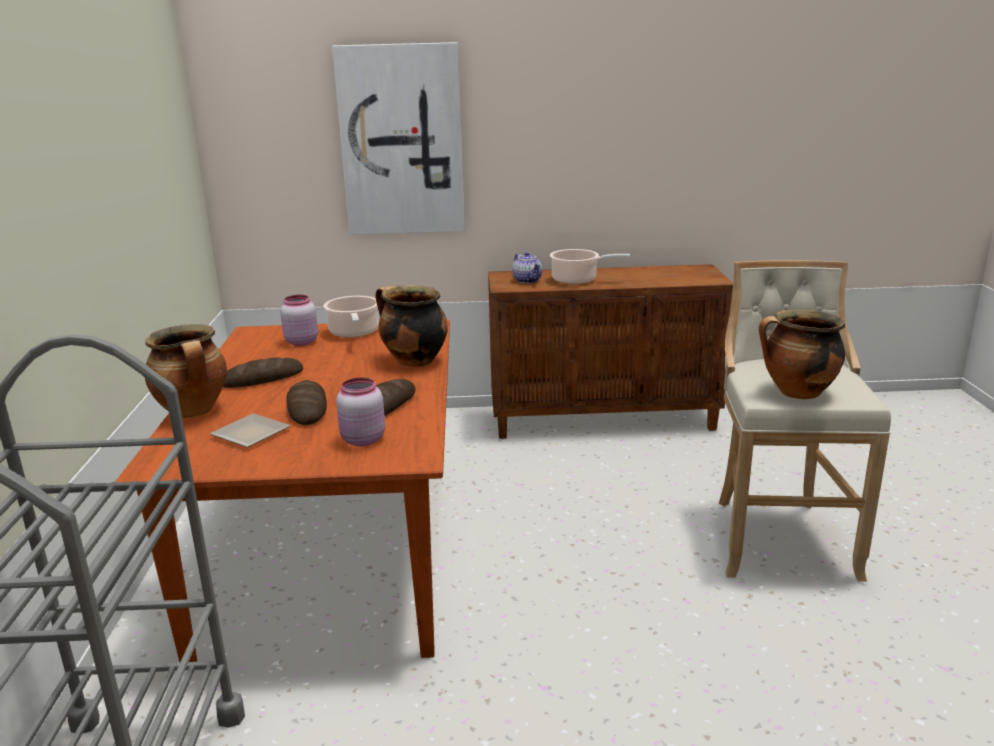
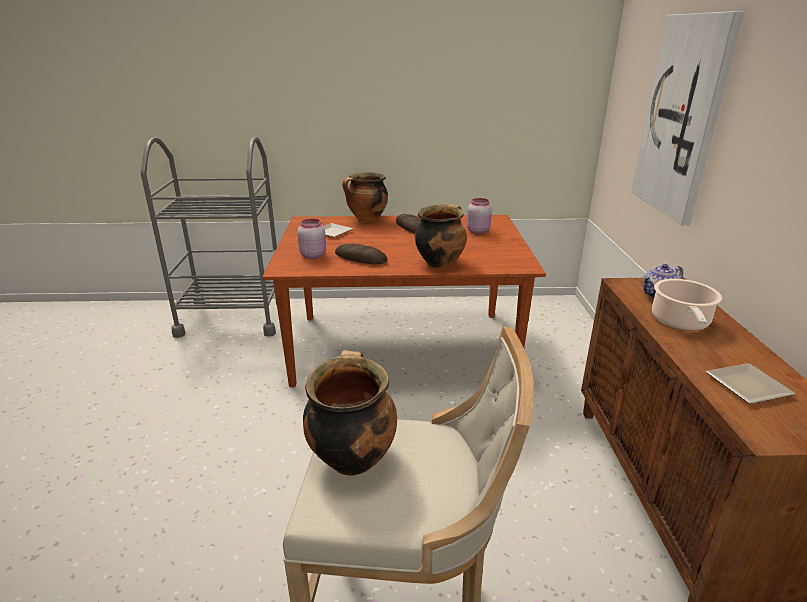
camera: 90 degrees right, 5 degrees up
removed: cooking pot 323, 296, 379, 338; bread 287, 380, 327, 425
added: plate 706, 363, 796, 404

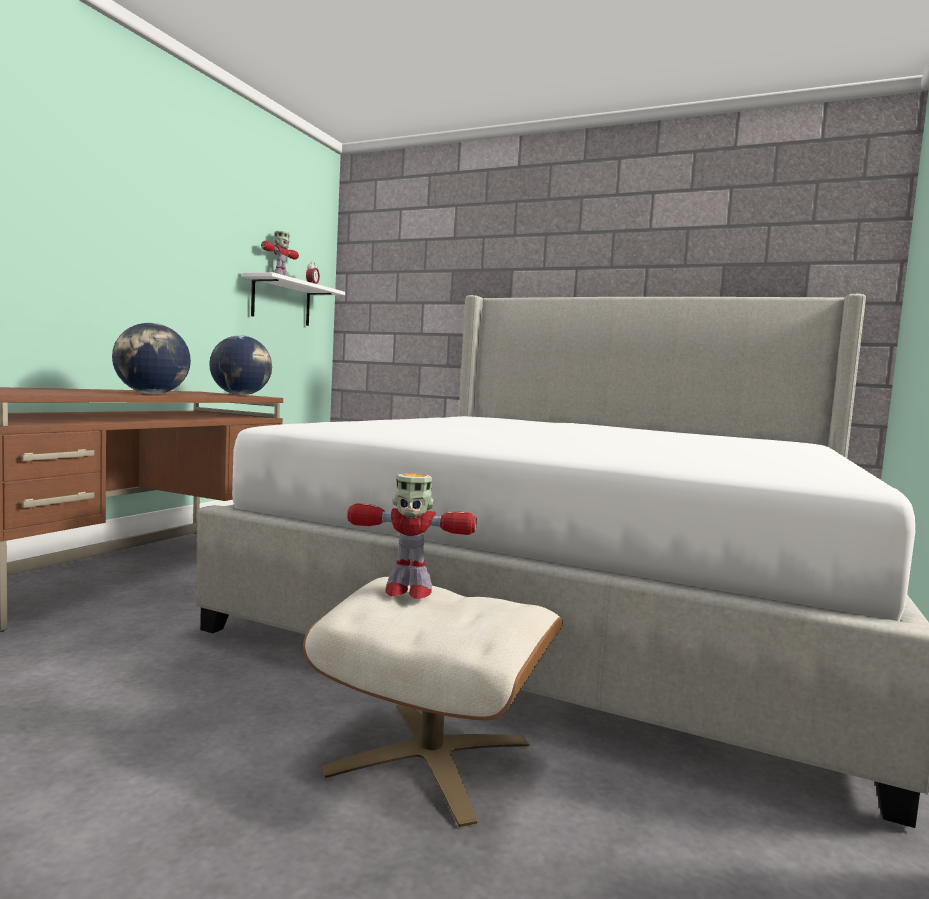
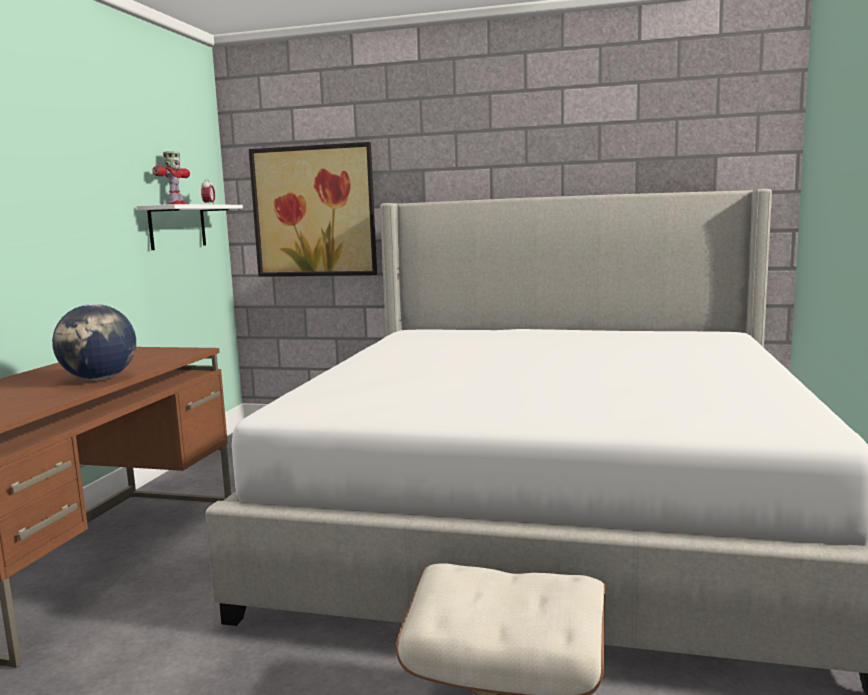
camera: 10 degrees left, 5 degrees up
removed: globe 209, 335, 272, 395; toy robot 347, 473, 477, 599
added: picture 249, 142, 377, 277

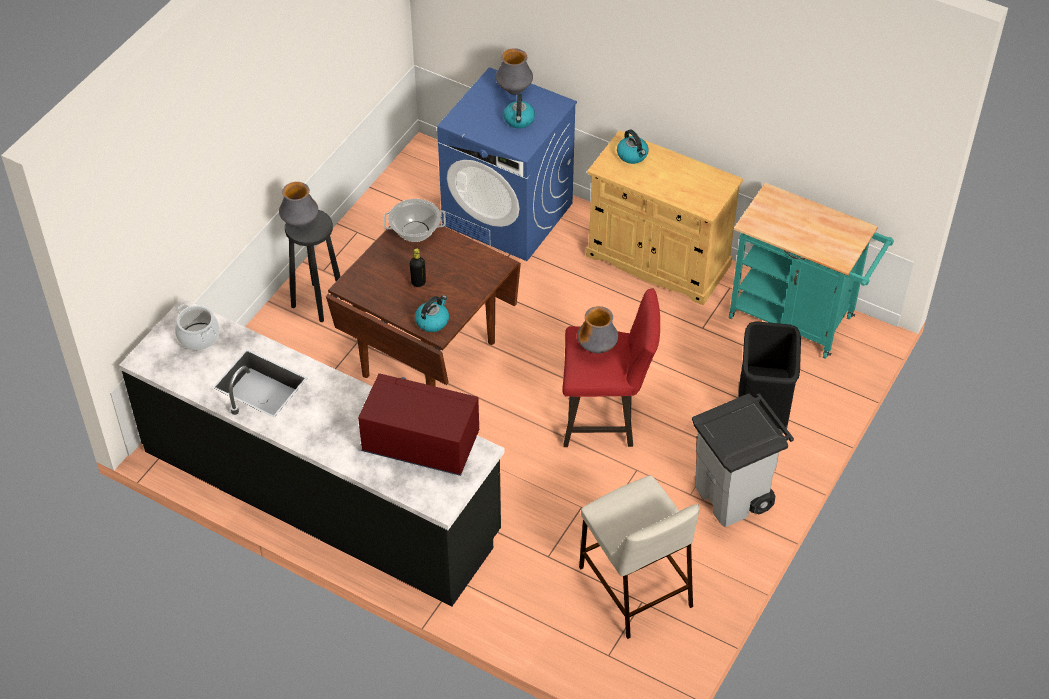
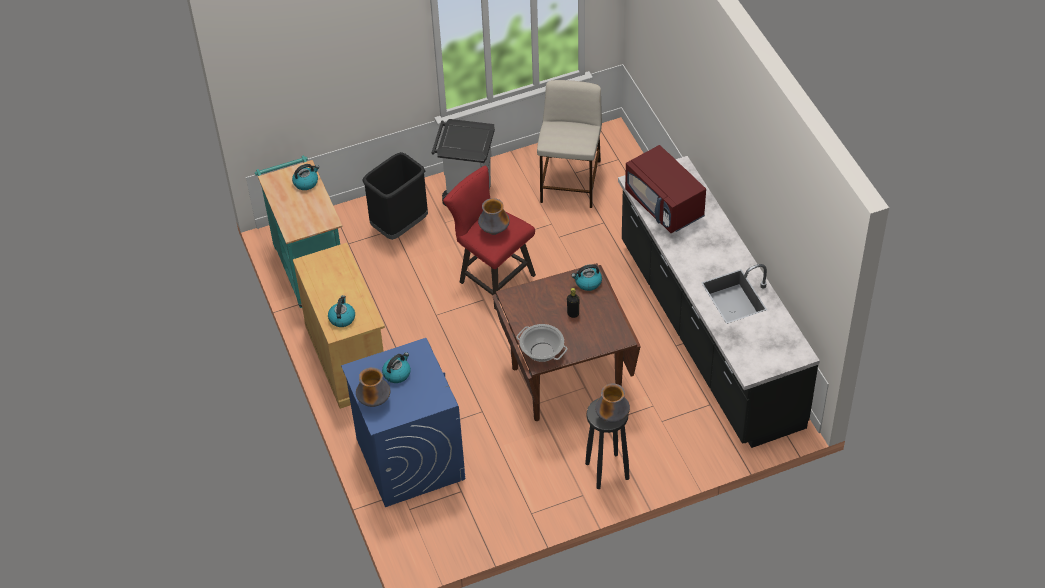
camera: 140 degrees left, 0 degrees up
removed: cooking pot 175, 304, 220, 350
added: kettle 292, 164, 319, 190

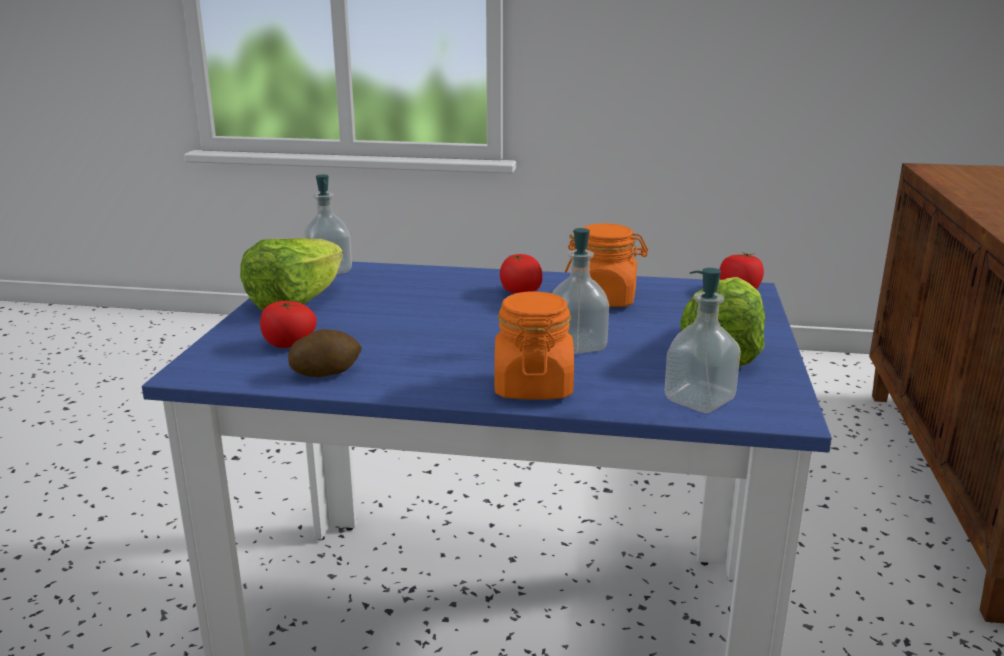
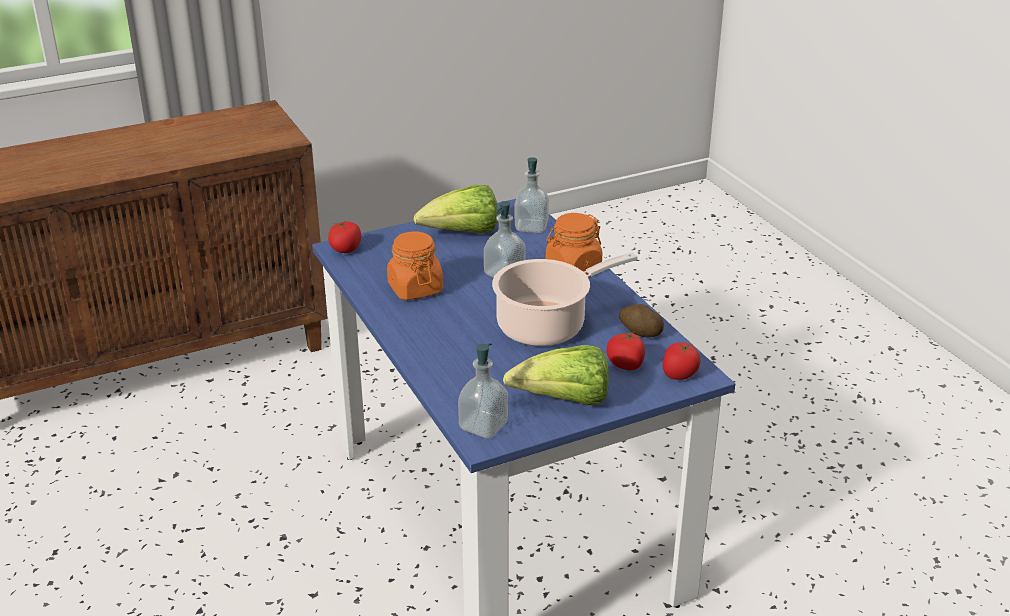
camera: 125 degrees left, 10 degrees up
added: cooking pot 492, 252, 637, 346
moved: tomato 500, 254, 542, 293 to 662, 342, 701, 380

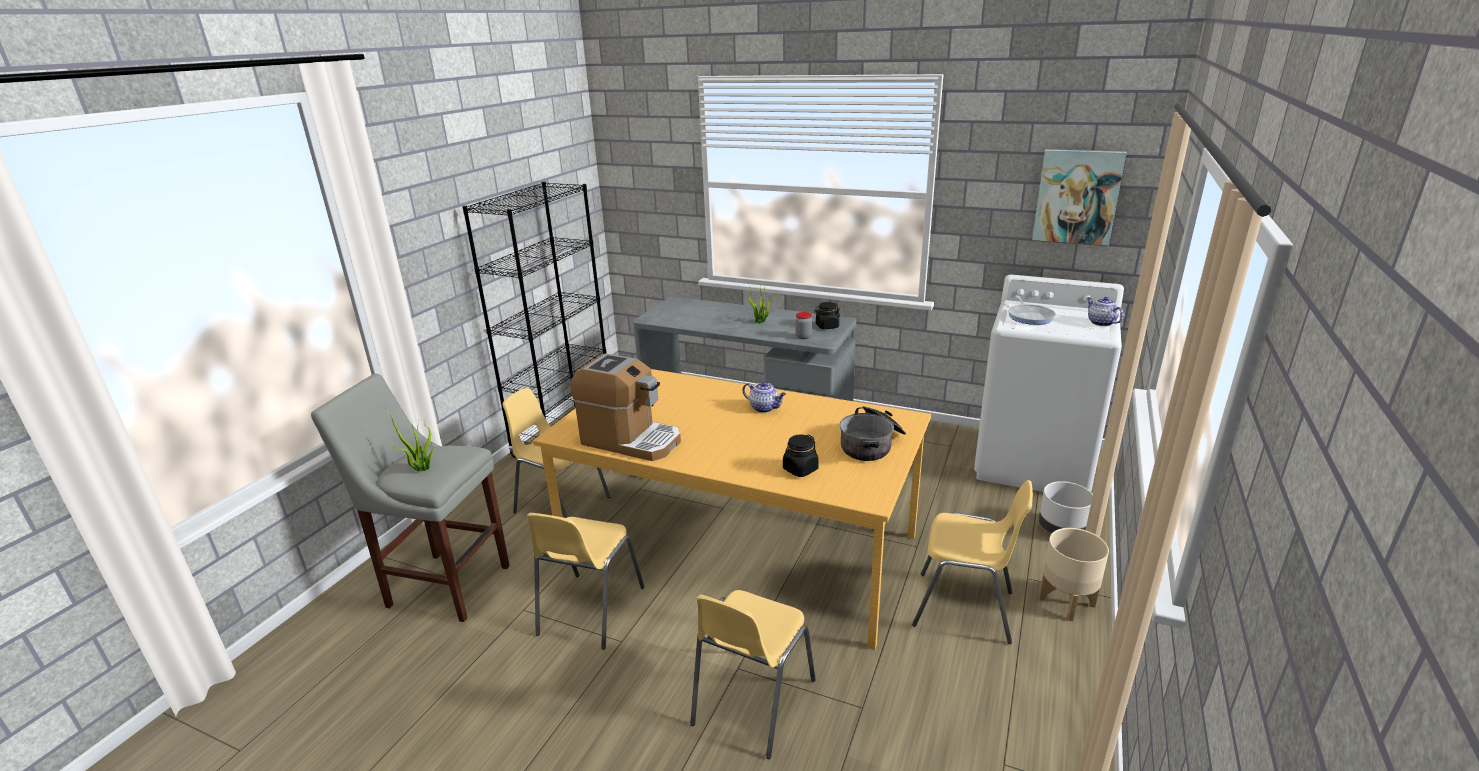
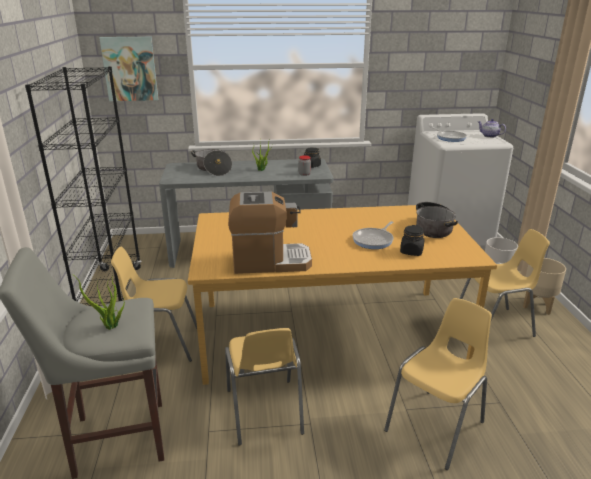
camera: 30 degrees left, 0 degrees up
removed: teapot 743, 382, 786, 413
added: cooking pot 191, 149, 232, 176; frying pan 353, 221, 394, 249
moved: picture 1032, 149, 1126, 246 to 99, 37, 159, 101
turned: yellow chair 690, 590, 816, 759 = 384, 298, 492, 470 135 degrees counterclockwise

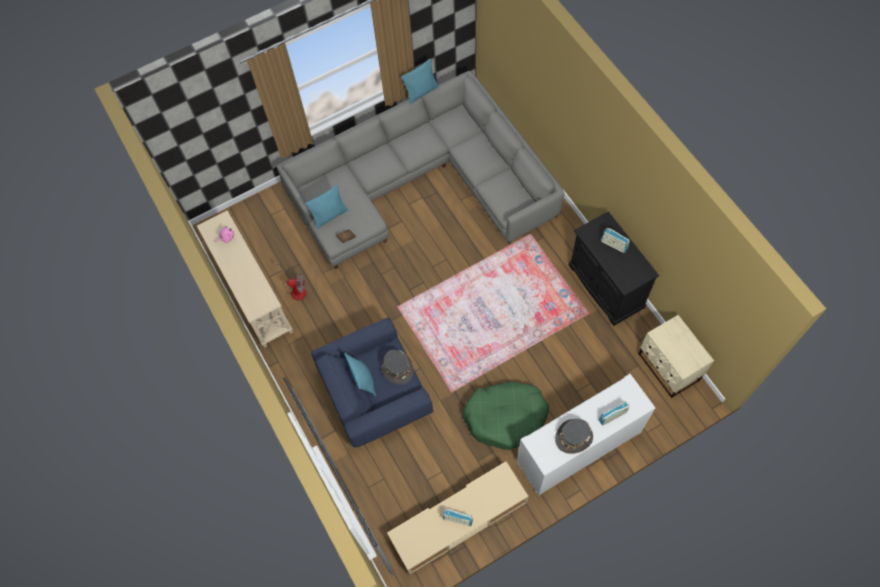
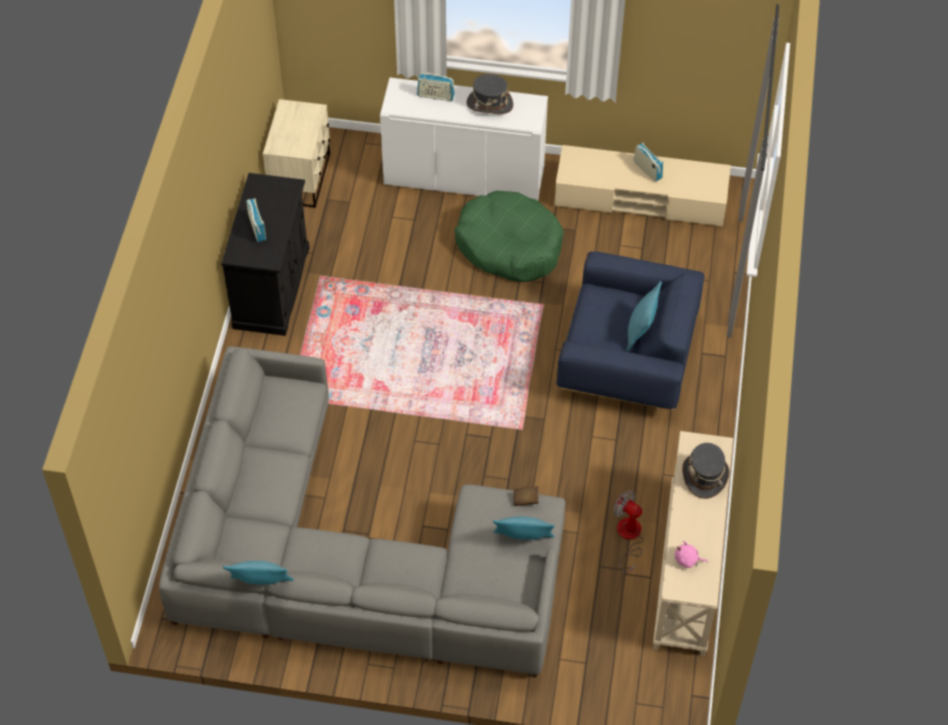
camera: 145 degrees left, 10 degrees down
moved: grey hat 381, 350, 413, 385 to 682, 443, 730, 499

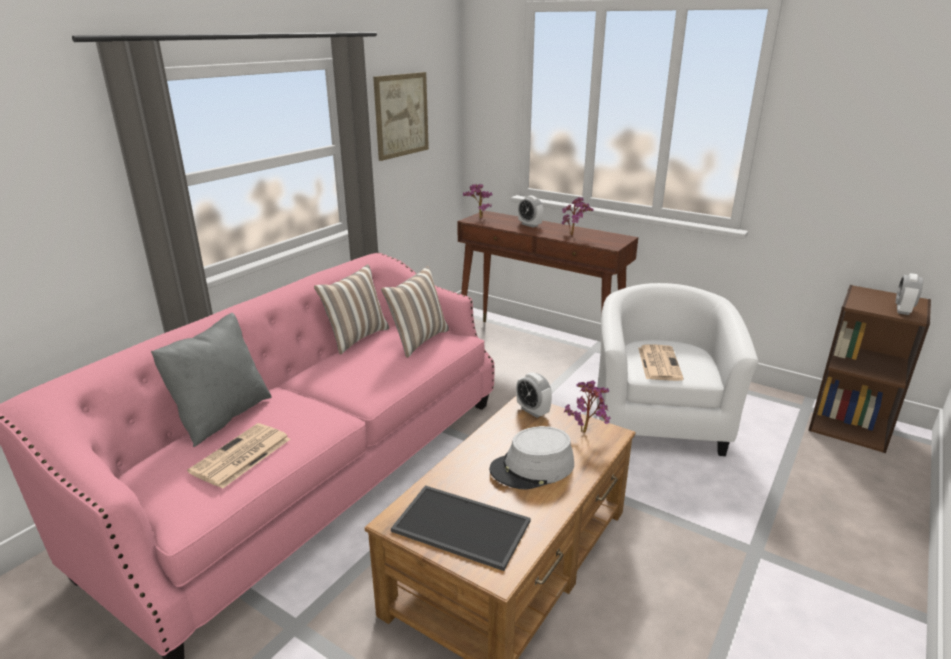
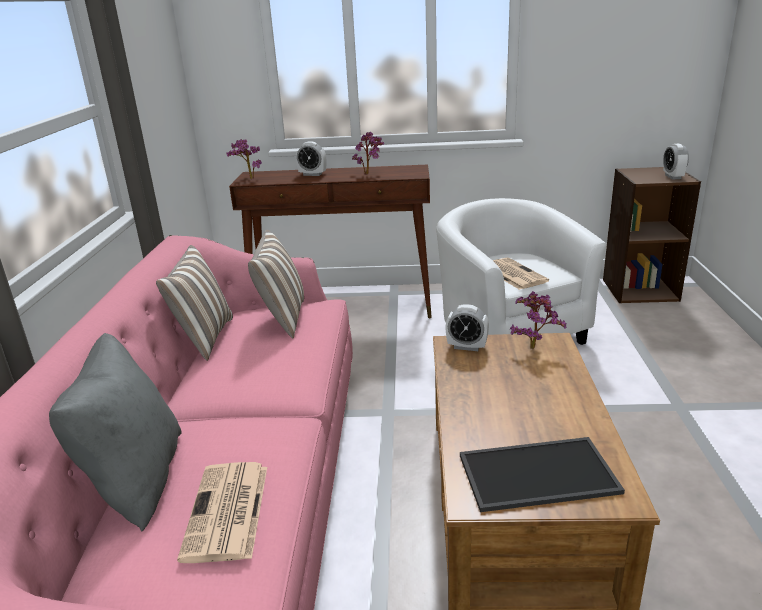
camera: 30 degrees left, 0 degrees up
removed: picture 373, 72, 429, 161; grey hat 489, 426, 574, 490

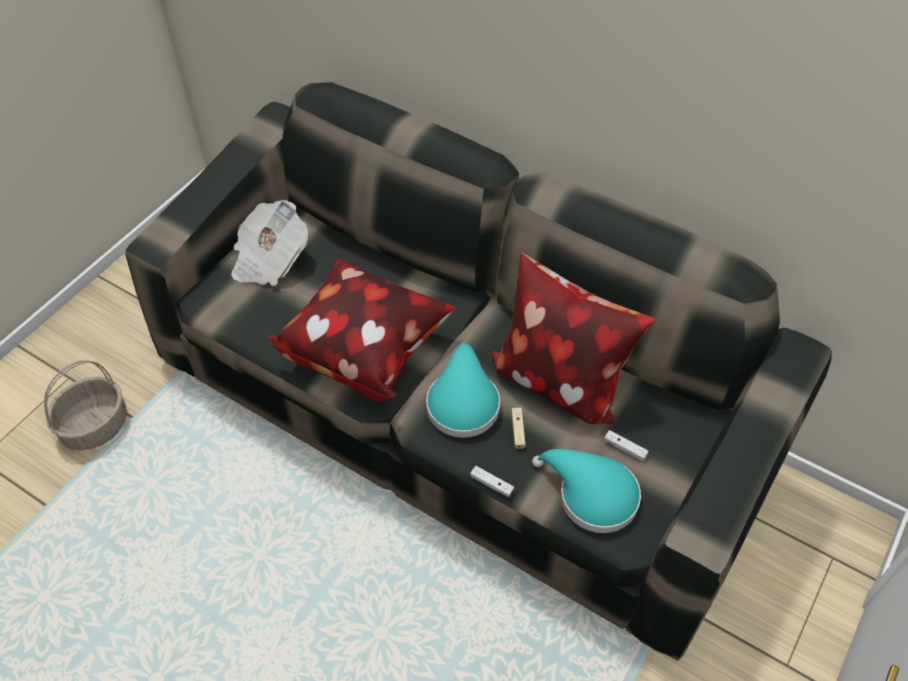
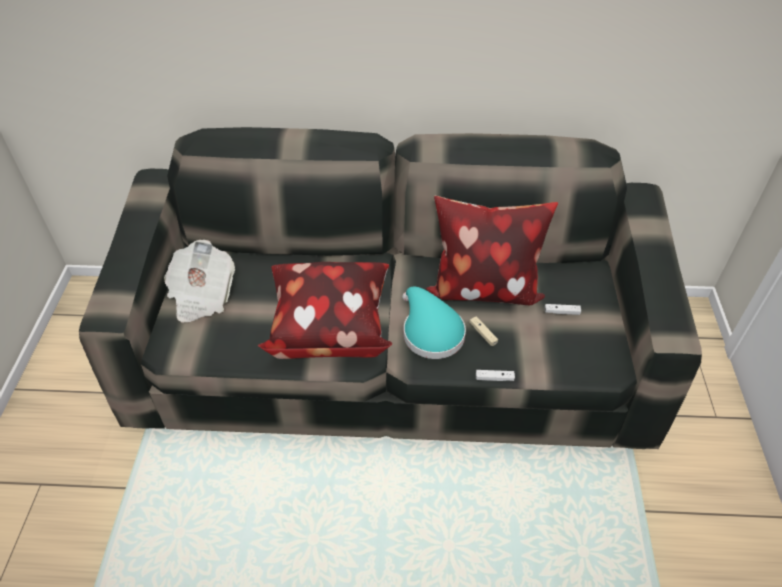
camera: 30 degrees left, 5 degrees down
removed: basket 44, 360, 127, 450; turquoise hat 532, 449, 641, 533

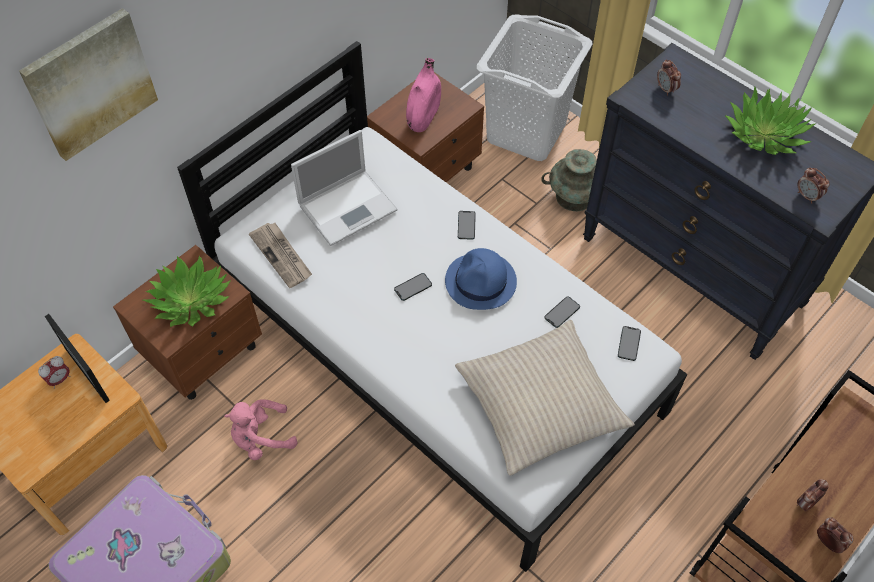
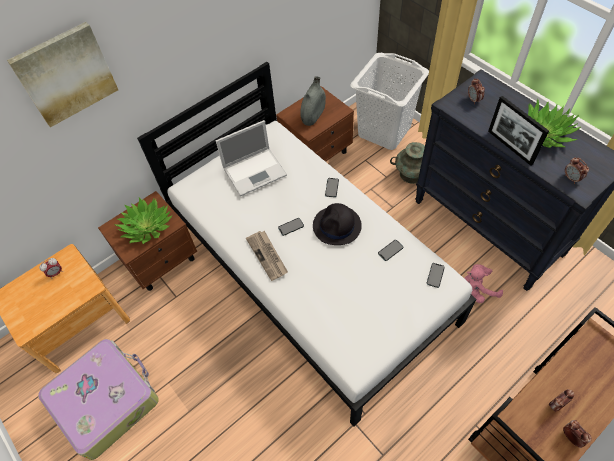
camera: 10 degrees right, 0 degrees up
removed: beige pillow 455, 320, 635, 476
moved: newspaper 249, 223, 312, 288 to 246, 231, 288, 281; picture frame 45, 314, 110, 403 to 488, 96, 549, 166; pink plush toy 224, 399, 298, 460 to 464, 264, 503, 303
recoloured: pink vase 406, 58, 441, 132 to grey vase 300, 76, 326, 126; blue hat 445, 248, 517, 310 to black hat 313, 203, 362, 245

